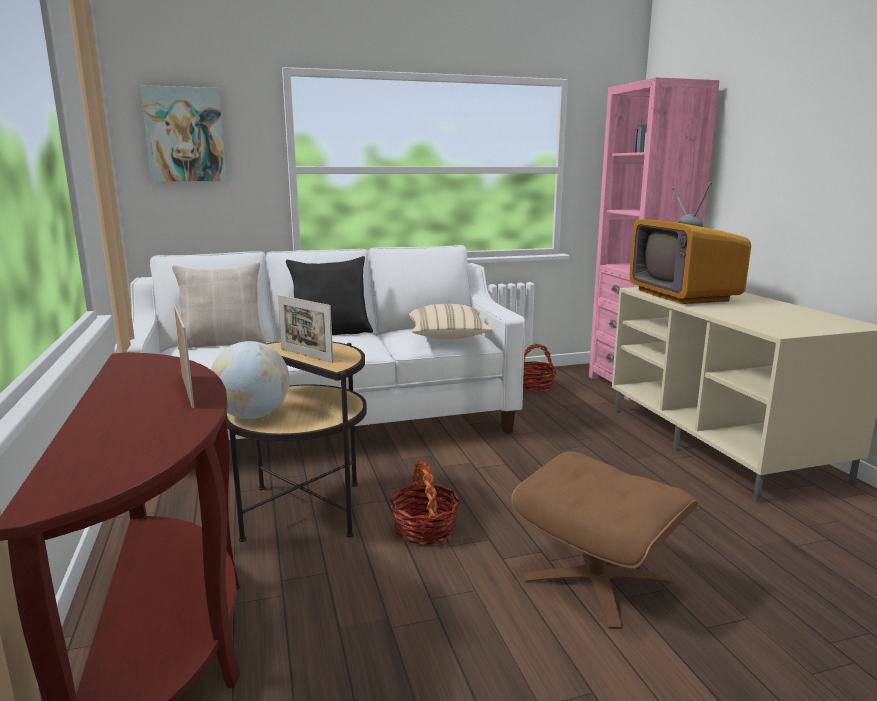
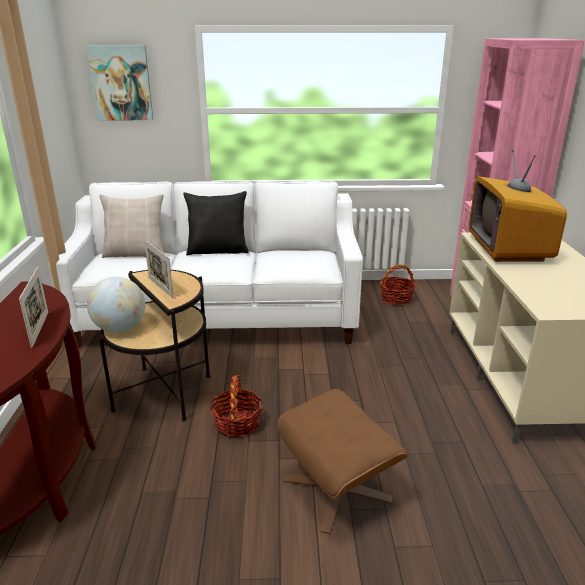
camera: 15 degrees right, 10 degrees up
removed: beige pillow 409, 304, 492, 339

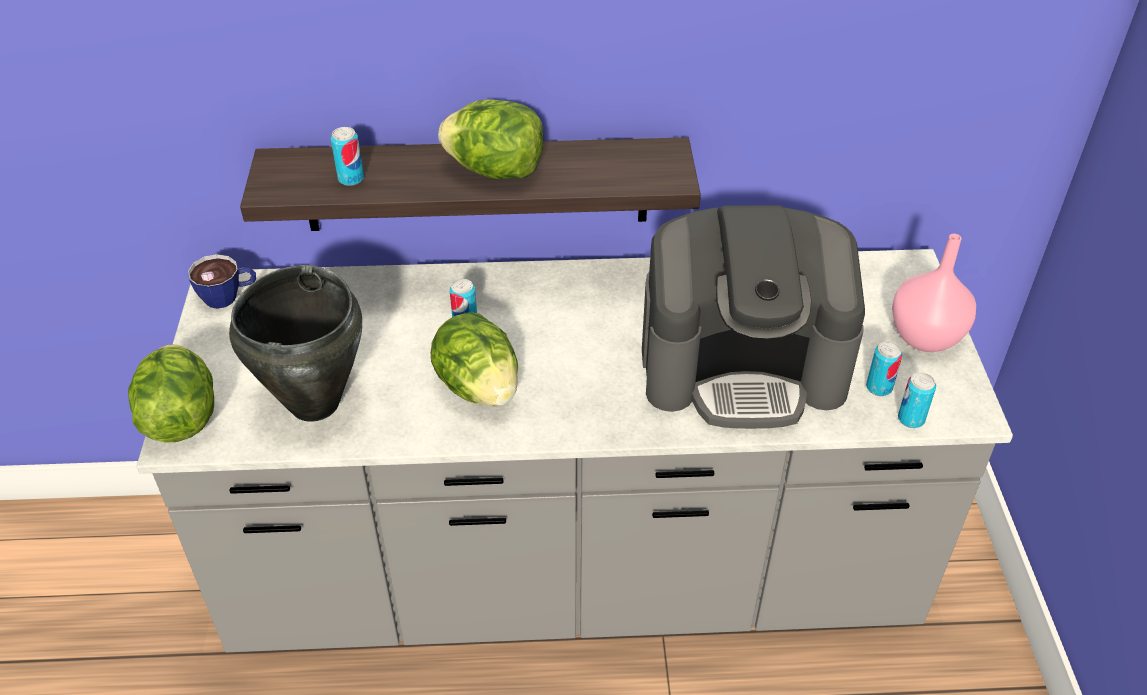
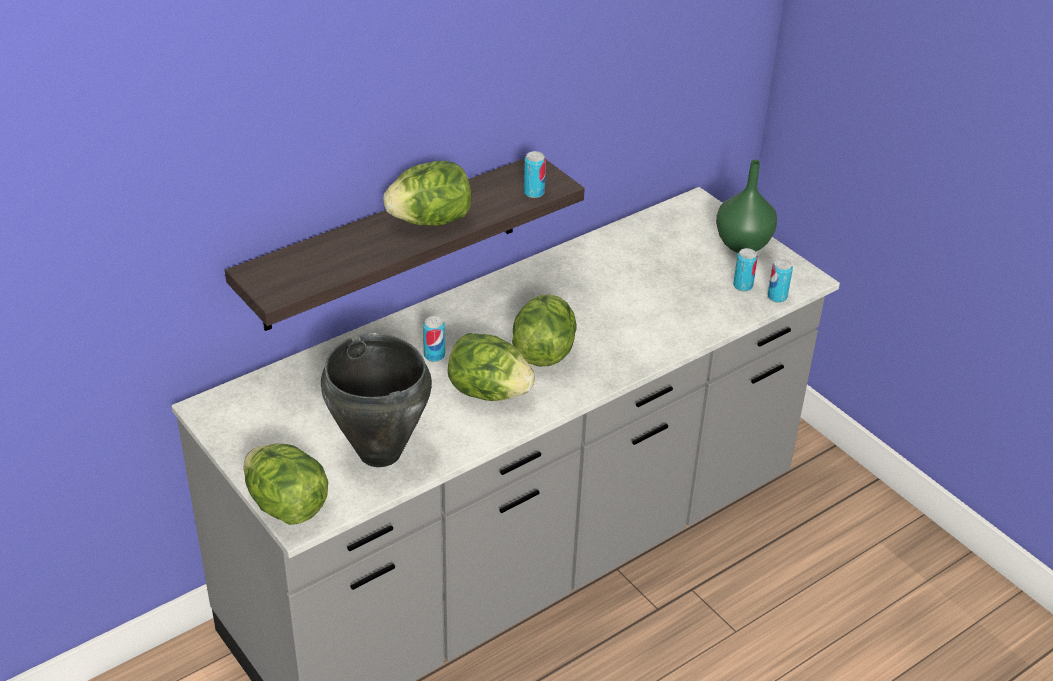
camera: 35 degrees left, 5 degrees down
removed: coffee machine 642, 205, 865, 429; cup 188, 254, 256, 309
added: lettuce 512, 294, 577, 366
moved: can 331, 127, 364, 186 to 524, 151, 546, 198
recoloured: pink vase 892, 234, 976, 352 to green vase 716, 160, 777, 253

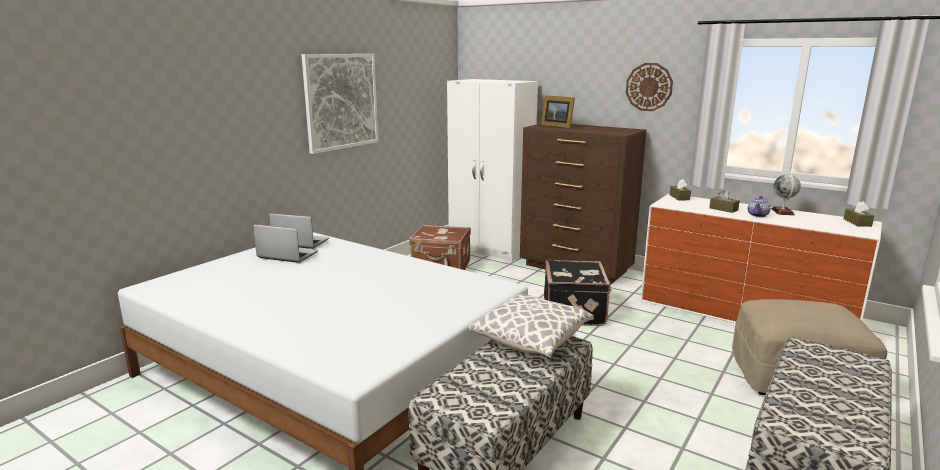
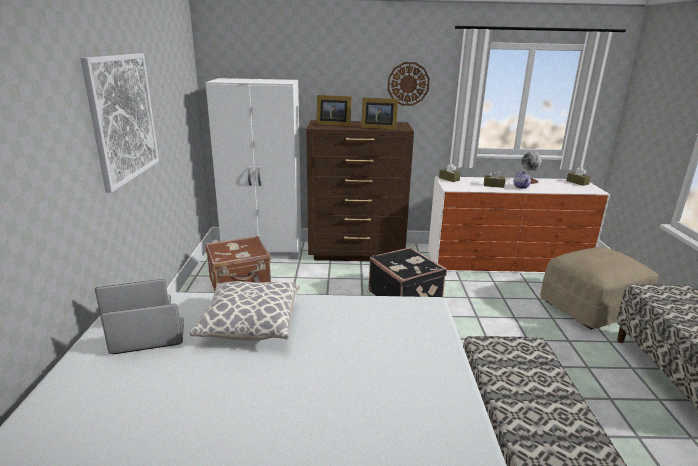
camera: 35 degrees left, 5 degrees up
added: picture frame 361, 98, 398, 130
moved: pillow 469, 294, 594, 358 to 190, 281, 300, 340

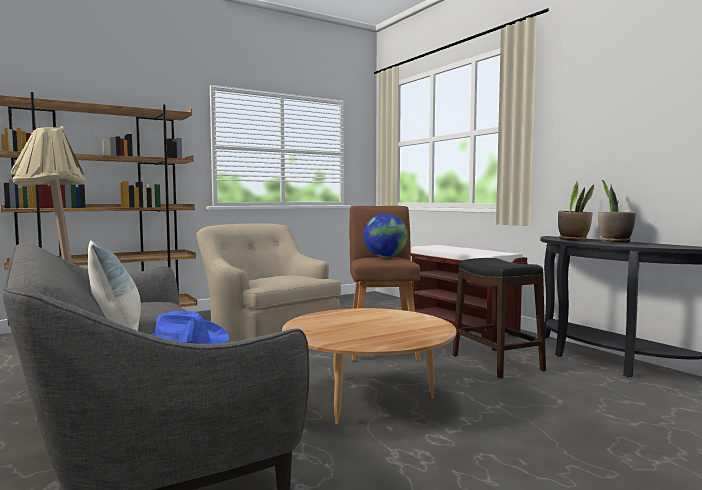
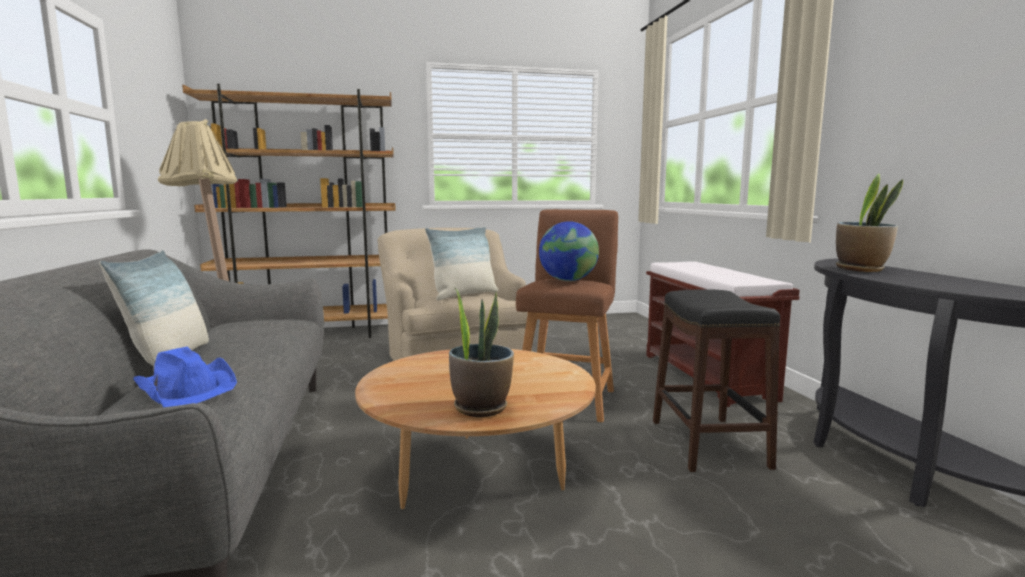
camera: 20 degrees right, 5 degrees up
added: pillow 425, 227, 498, 301
moved: potted plant 598, 180, 636, 243 to 449, 287, 514, 417

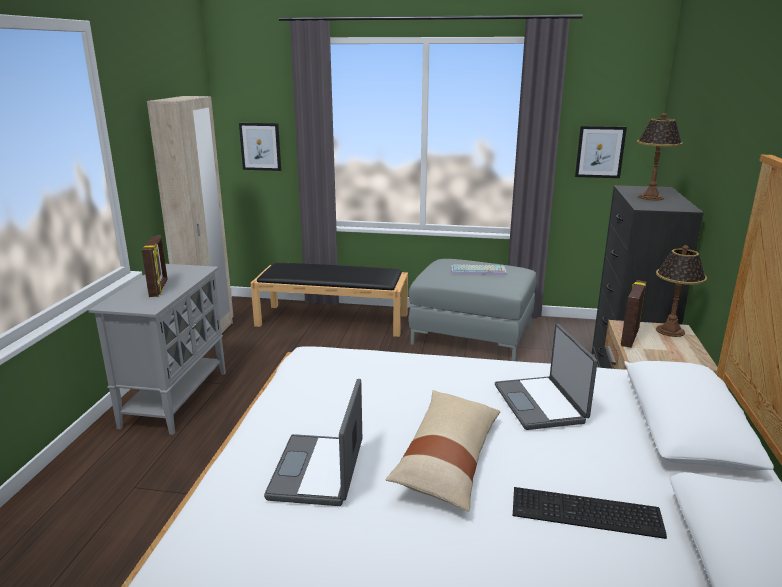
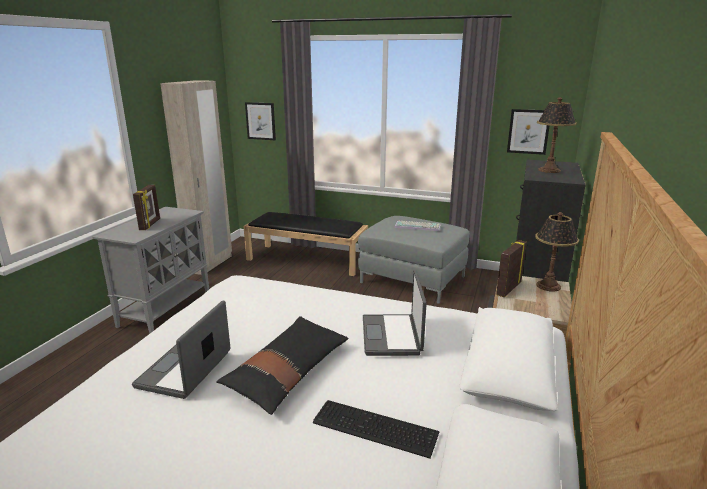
camera: 10 degrees right, 0 degrees up
recoloured: beige pillow 386, 390, 500, 512 to black pillow 216, 316, 349, 415

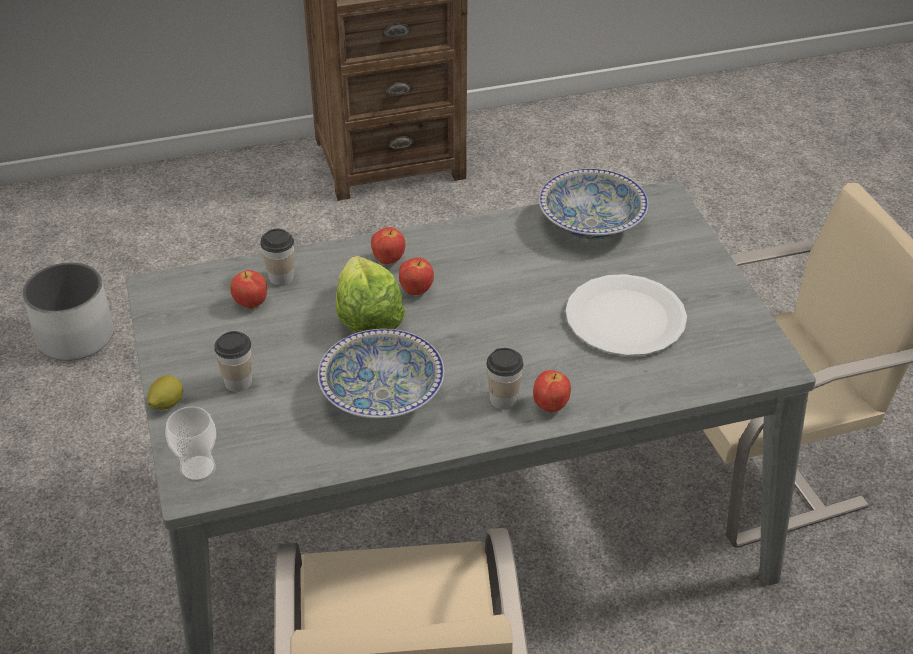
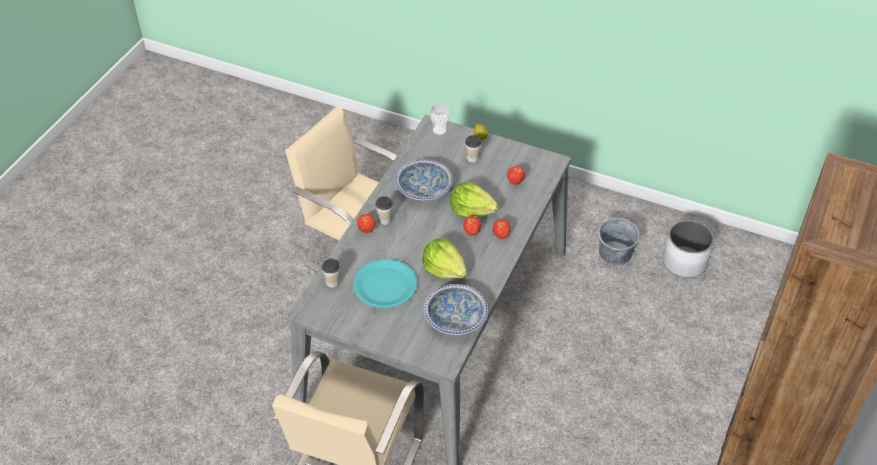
camera: 130 degrees right, 5 degrees up
added: grey bucket 598, 218, 640, 265; lettuce 422, 238, 467, 278
moved: cup 260, 229, 294, 286 to 322, 258, 340, 288
recoloured: white plate 566, 274, 687, 356 to turquoise plate 353, 259, 417, 308

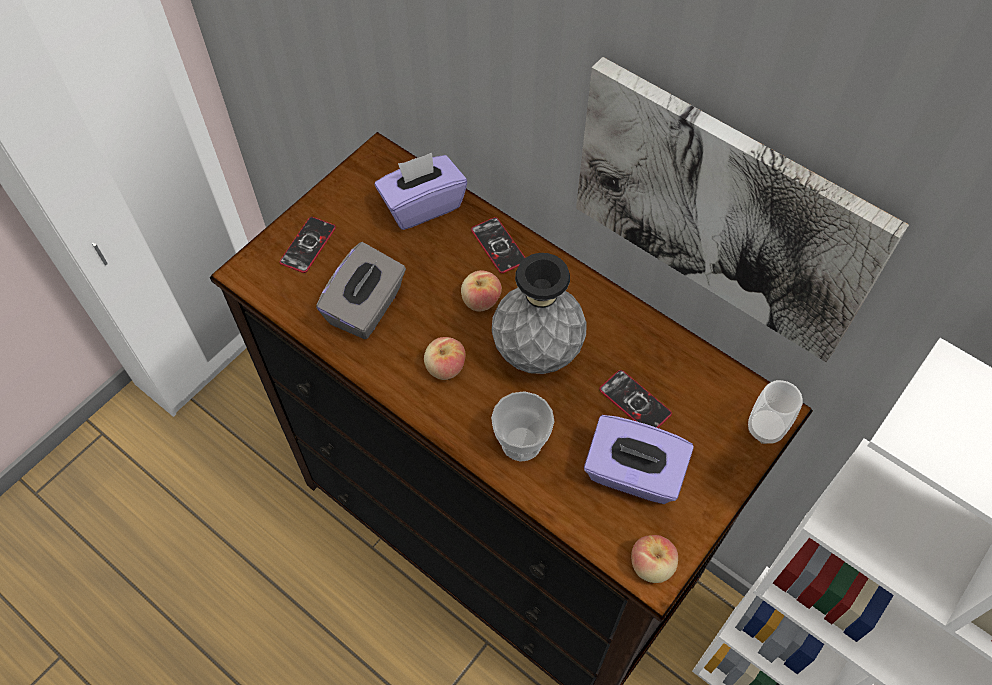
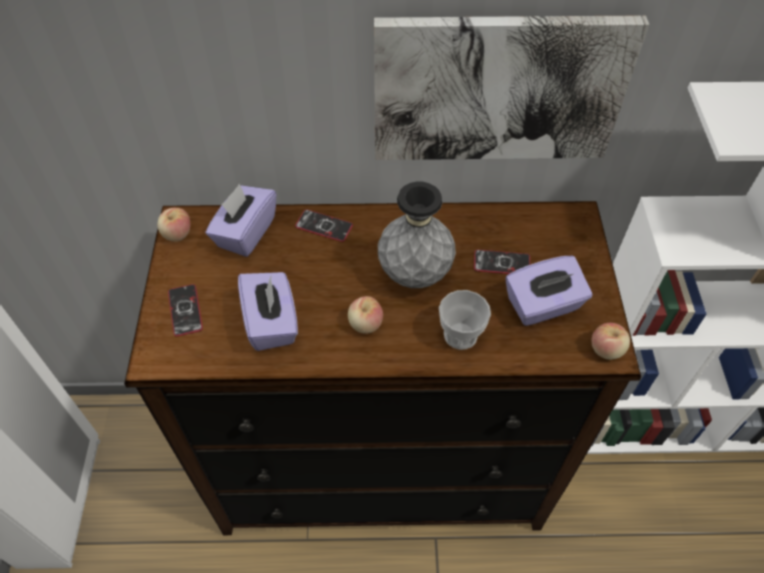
camera: 40 degrees left, 5 degrees down
removed: cup 748, 380, 803, 444
moved: apple 461, 270, 502, 311 to 157, 208, 190, 242
recoloured: grey tissue box 316, 242, 406, 339 to purple tissue box 238, 272, 298, 351

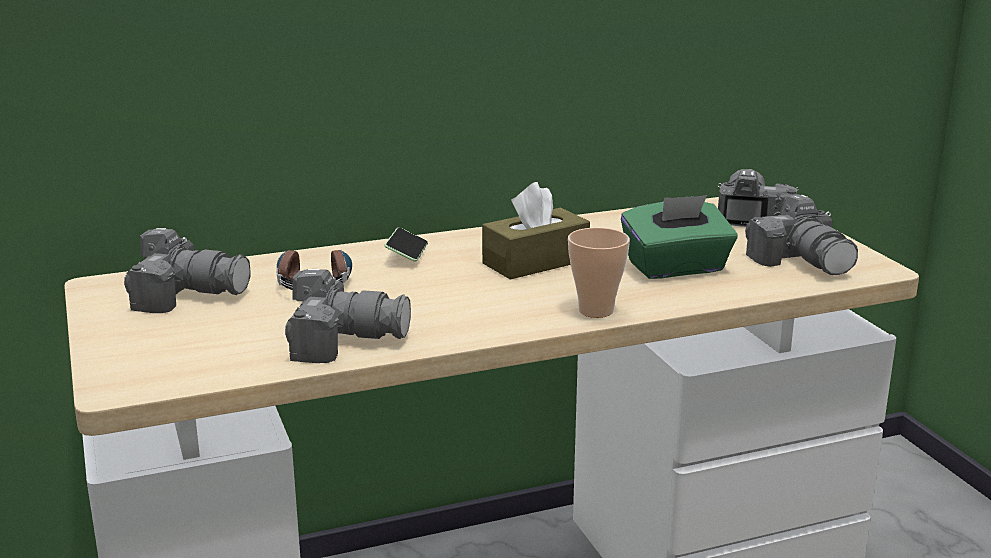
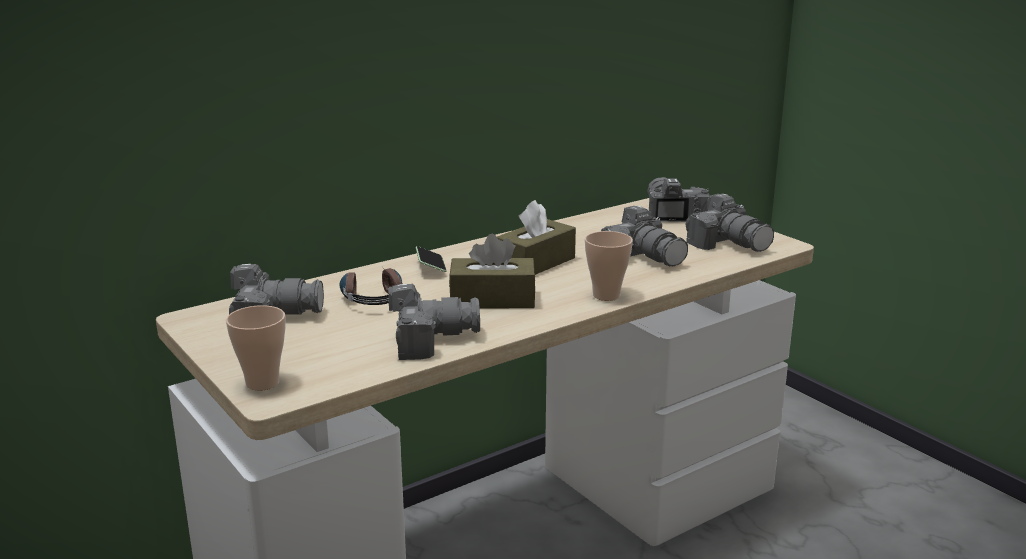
camera: 15 degrees left, 0 degrees up
added: brown tissue box 449, 234, 536, 308; cup 226, 305, 286, 391
replaced: green tissue box 621, 195, 737, 279 to photo camera 601, 206, 688, 266

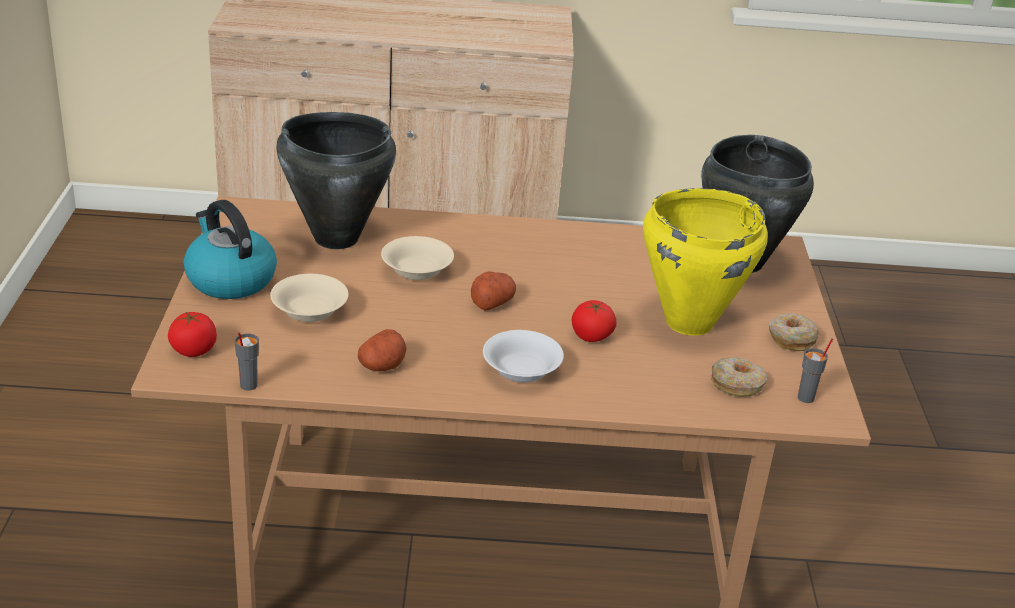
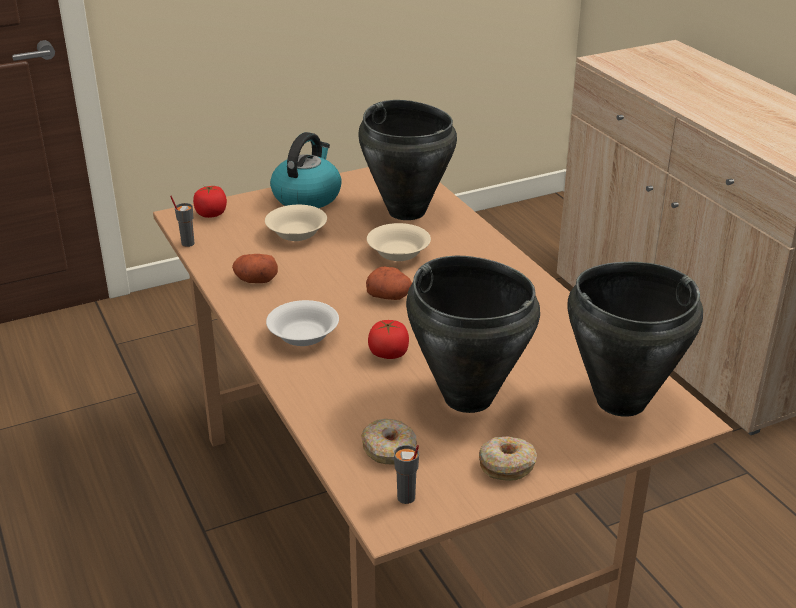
camera: 65 degrees right, 0 degrees up
recoloured: yellow cooking pot 643, 188, 768, 336 to black cooking pot 406, 256, 540, 413

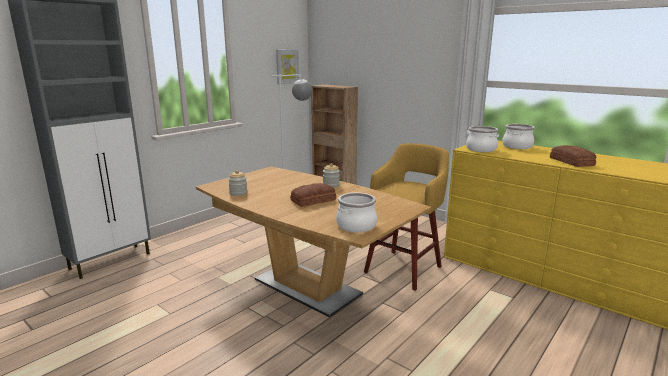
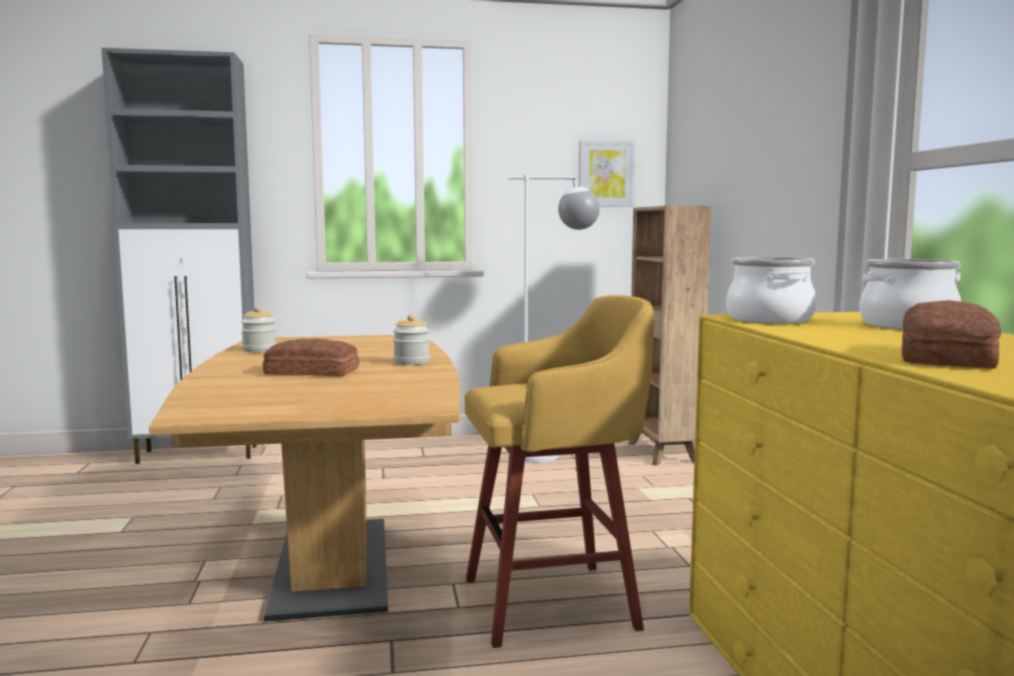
camera: 40 degrees right, 10 degrees down
removed: cooking pot 336, 193, 377, 232

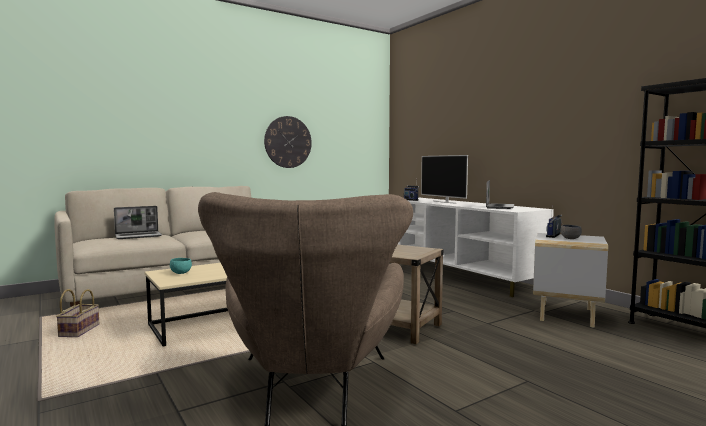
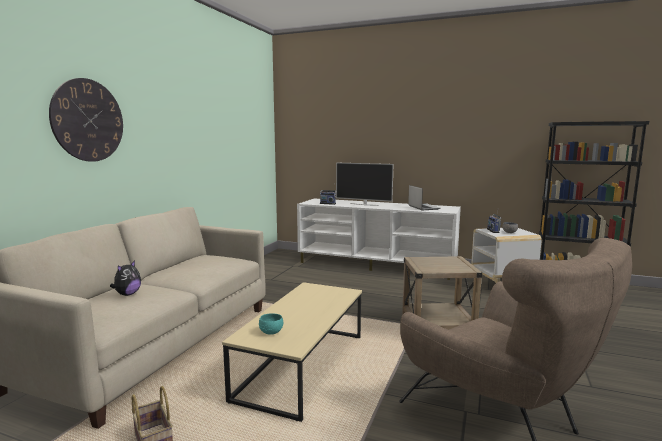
camera: 35 degrees left, 5 degrees up
moved: wall clock 264, 116, 312, 168 to 49, 78, 123, 162
replaced: laptop 114, 206, 162, 239 to plush toy 110, 260, 141, 296

